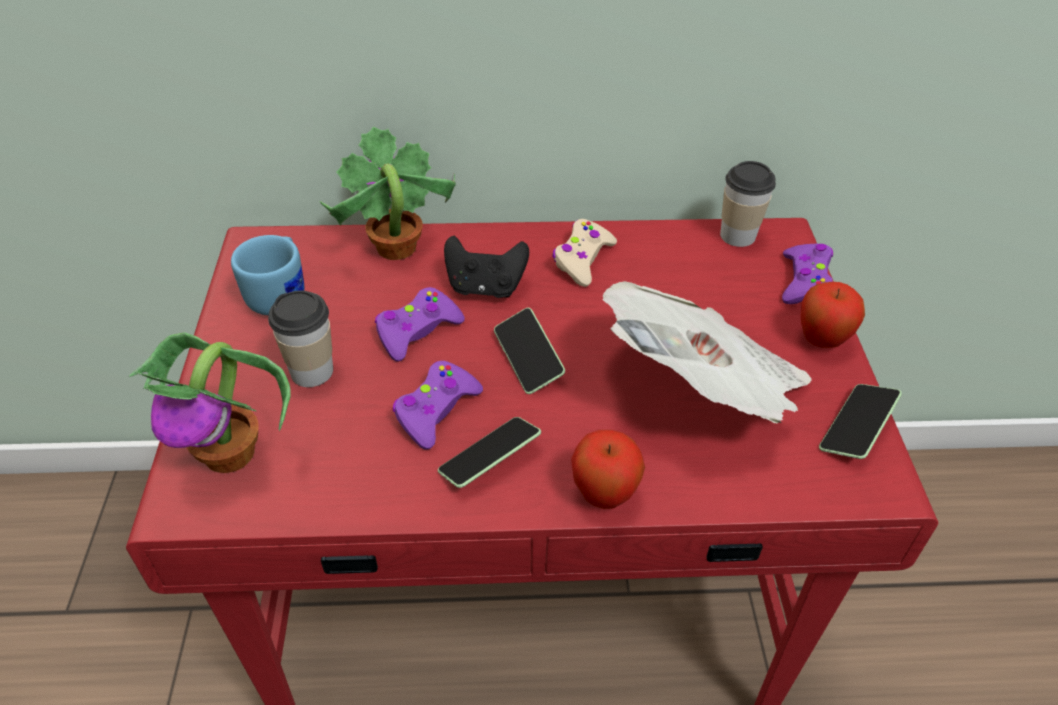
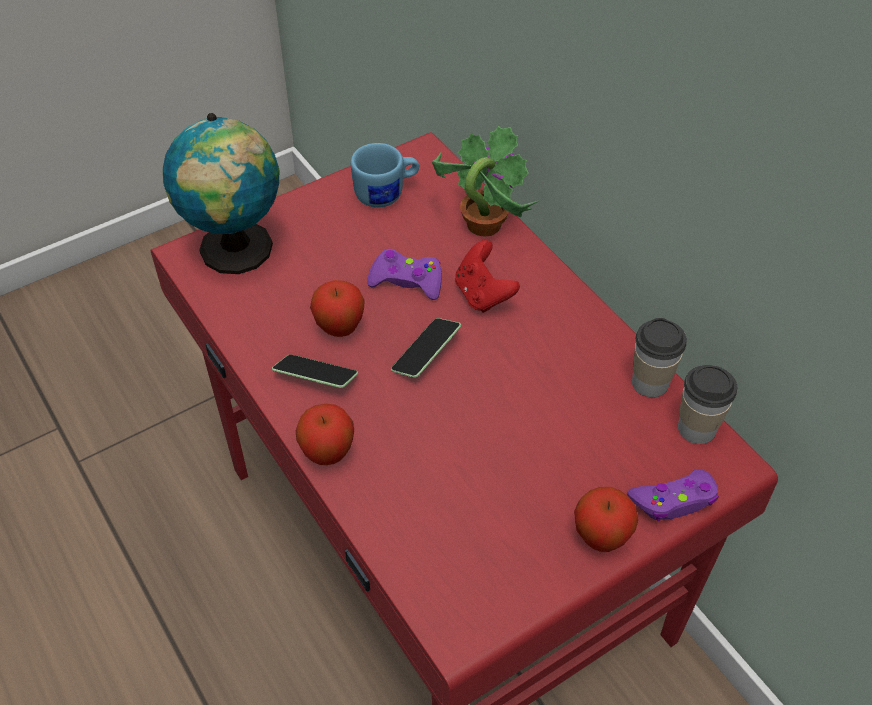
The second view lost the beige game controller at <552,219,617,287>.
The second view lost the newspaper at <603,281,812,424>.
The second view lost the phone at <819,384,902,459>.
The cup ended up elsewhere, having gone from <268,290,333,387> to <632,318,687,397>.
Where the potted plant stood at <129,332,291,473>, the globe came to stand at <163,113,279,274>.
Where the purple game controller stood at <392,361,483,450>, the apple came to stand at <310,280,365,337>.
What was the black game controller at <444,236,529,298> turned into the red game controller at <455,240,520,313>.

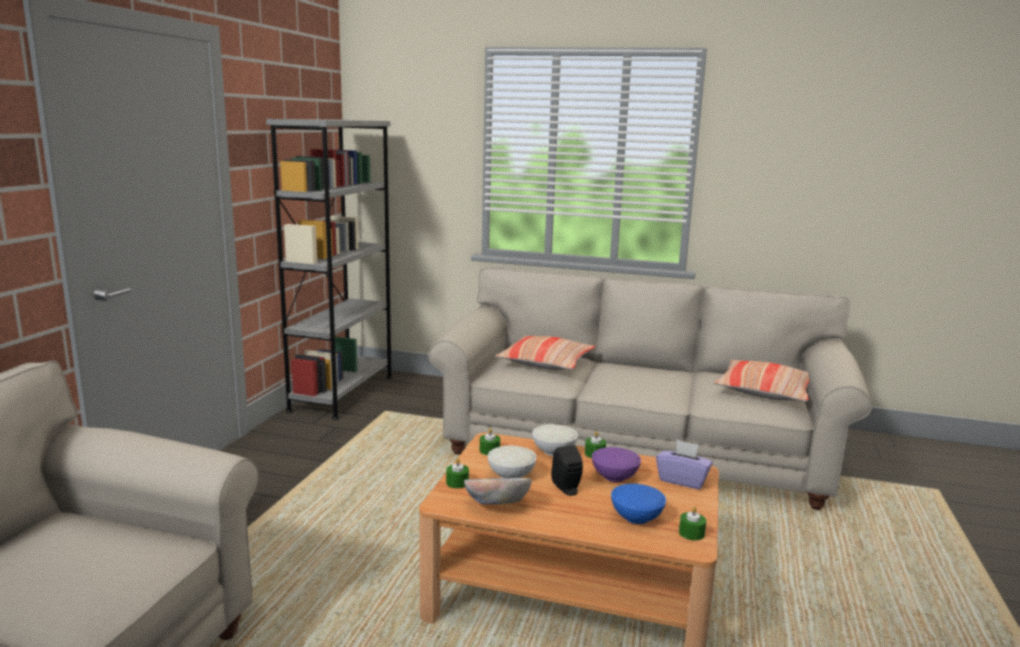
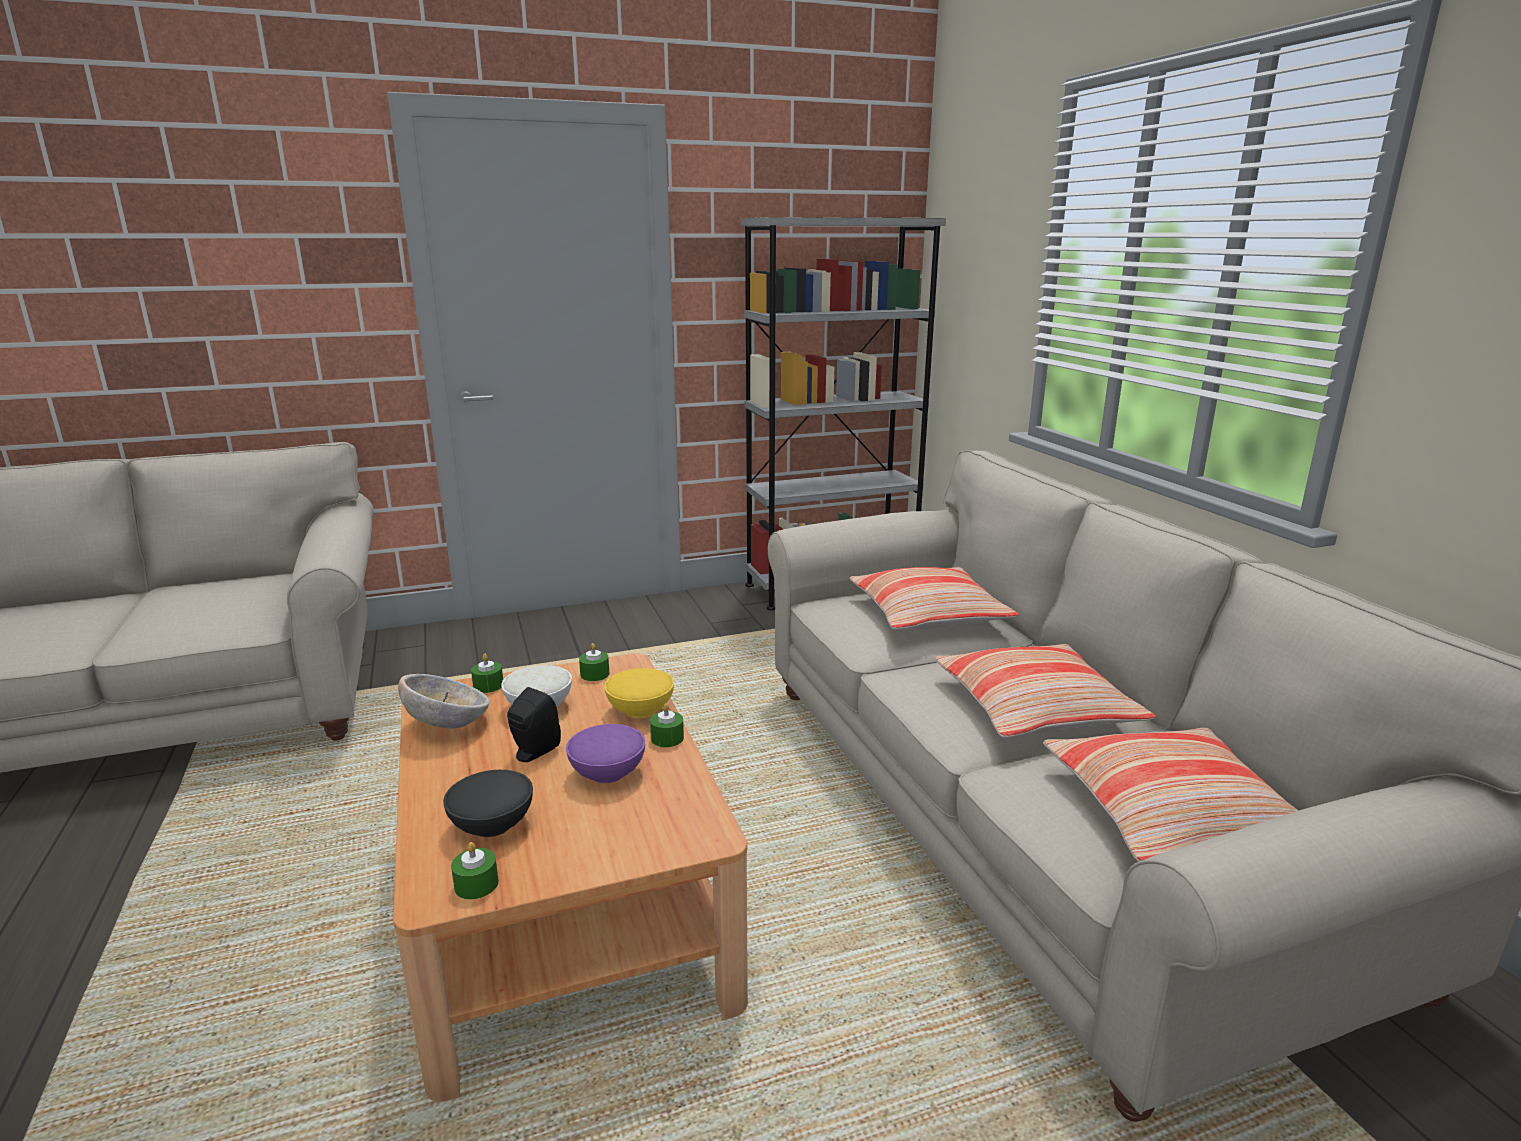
The second view lost the purple tissue box at <656,440,713,489>.
The second view gained the pillow at <934,644,1156,738>.
What was the white bowl at <532,424,578,456> turned into the yellow bowl at <604,668,674,718>.
What was the blue bowl at <611,484,666,524> turned into the black bowl at <443,770,533,837>.

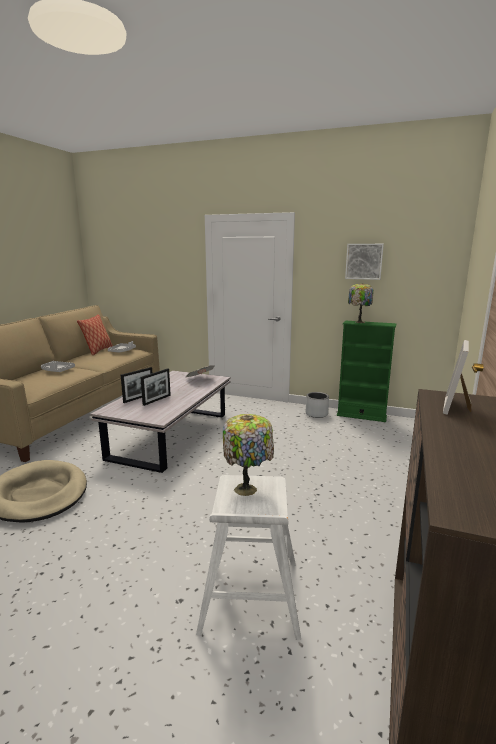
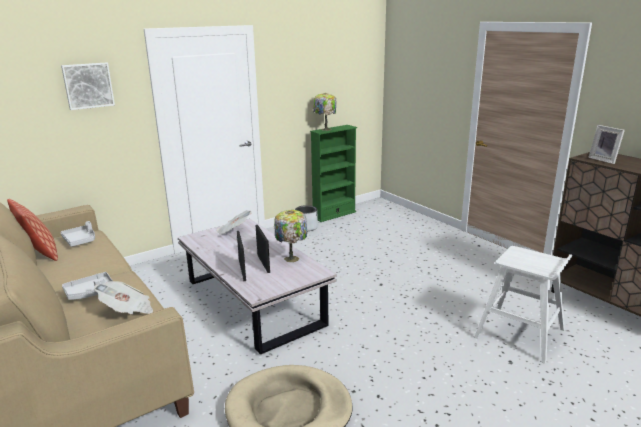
The second view gained the newspaper at <94,281,153,314>.
The table lamp ended up elsewhere, having gone from <223,414,274,496> to <274,210,307,262>.
The picture ended up elsewhere, having gone from <345,244,384,280> to <61,62,115,110>.

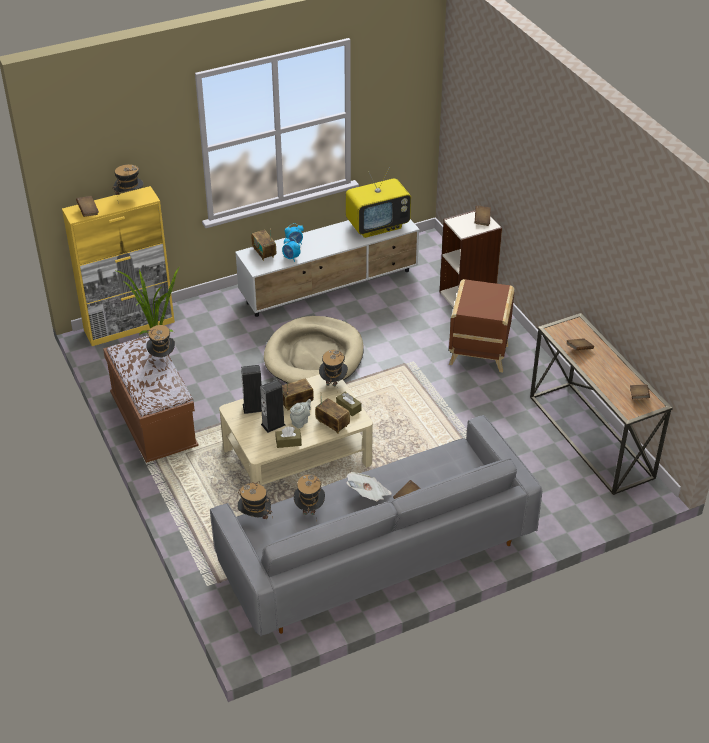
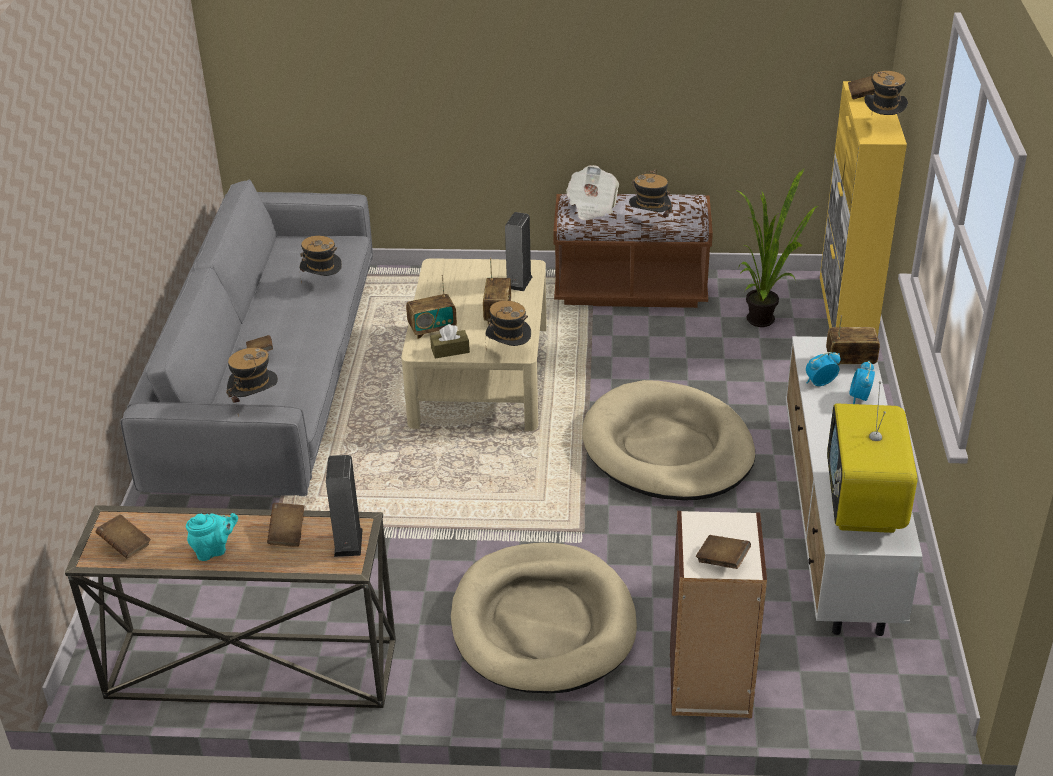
The second view lost the brown tissue box at <275,426,302,448>.
The second view lost the grey teapot at <290,399,311,428>.
The second view gained the turquoise teapot at <186,513,238,561>.
The hat ended up elsewhere, having gone from <238,481,272,519> to <226,348,278,417>.
The speaker ended up elsewhere, having gone from <260,380,285,433> to <326,455,363,557>.
The newspaper ended up elsewhere, having gone from <346,472,392,501> to <566,165,619,220>.
Where the brown side table stood at <449,279,515,373>, the beige dog bed came to stand at <451,543,637,693>.

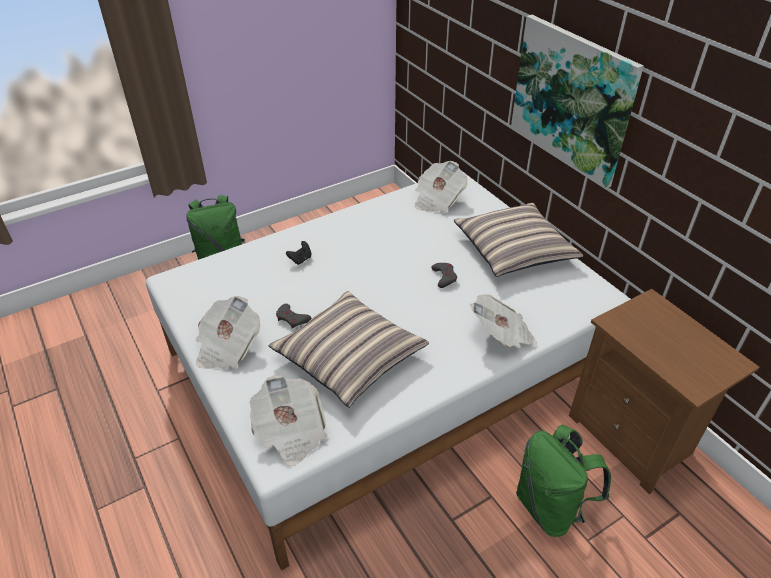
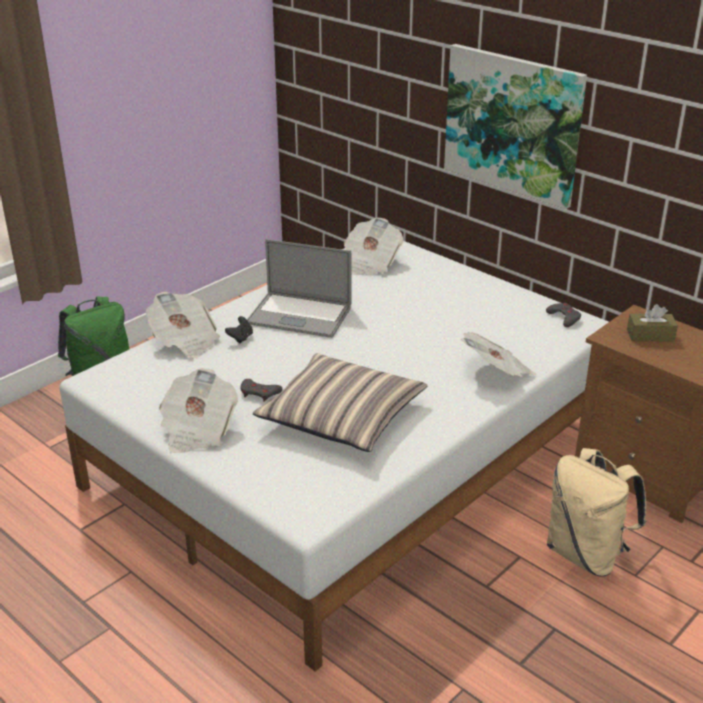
The second view lost the pillow at <454,203,583,277>.
The second view gained the laptop at <247,239,351,338>.
The second view gained the brown tissue box at <627,304,678,342>.
The newspaper ended up elsewhere, having gone from <249,374,328,466> to <146,292,220,359>.
The grey game controller ended up elsewhere, having gone from <431,263,457,288> to <546,303,581,327>.
What was the green backpack at <516,425,611,537> turned into the beige backpack at <547,448,646,576>.

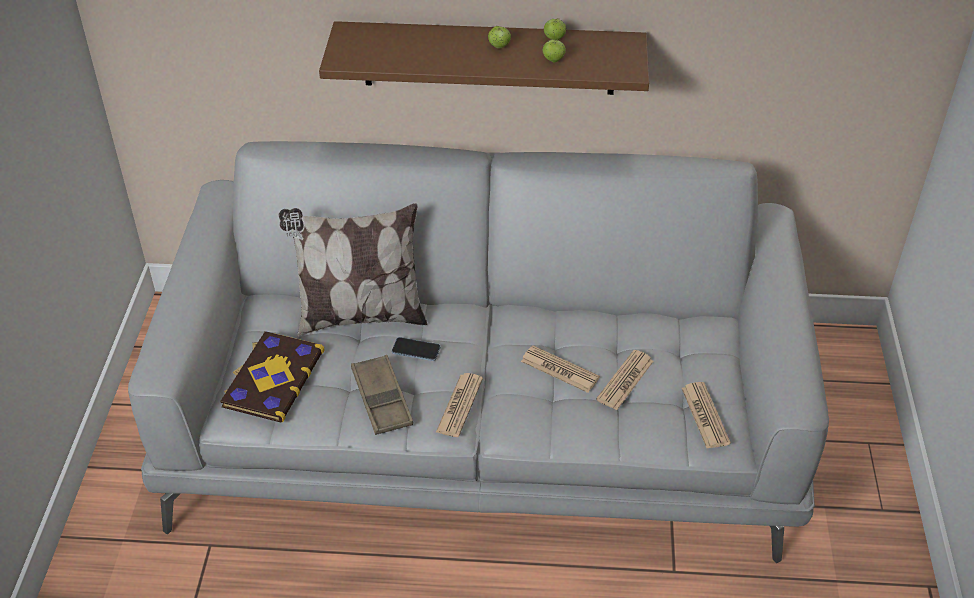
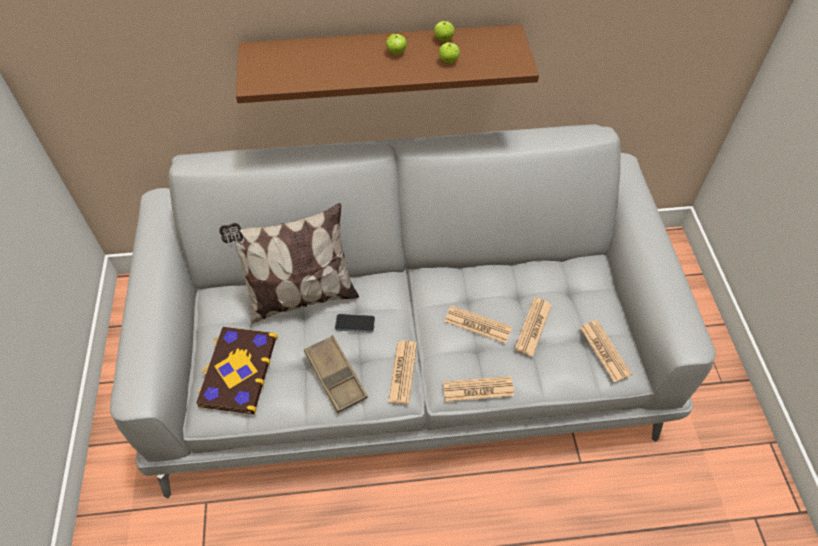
The second view gained the newspaper at <443,376,514,402>.

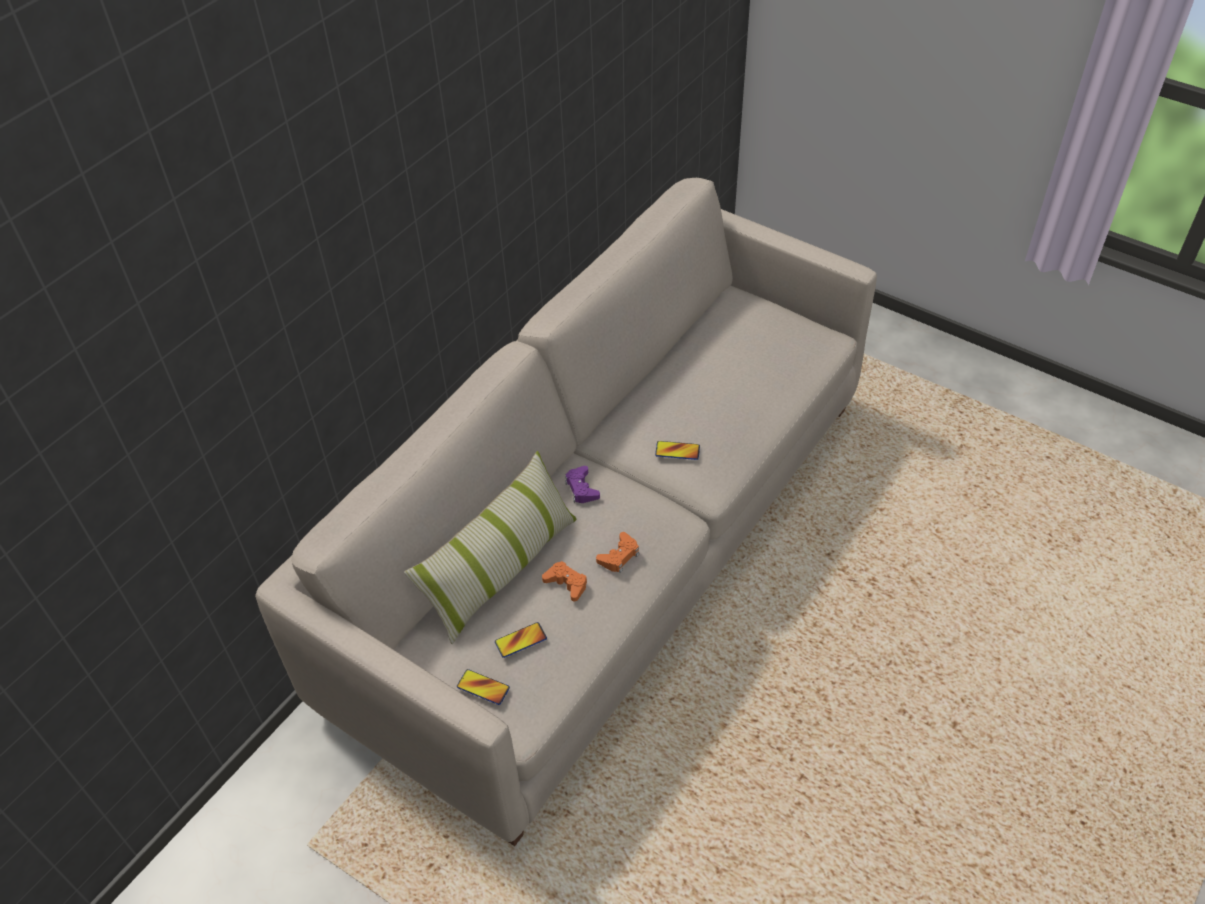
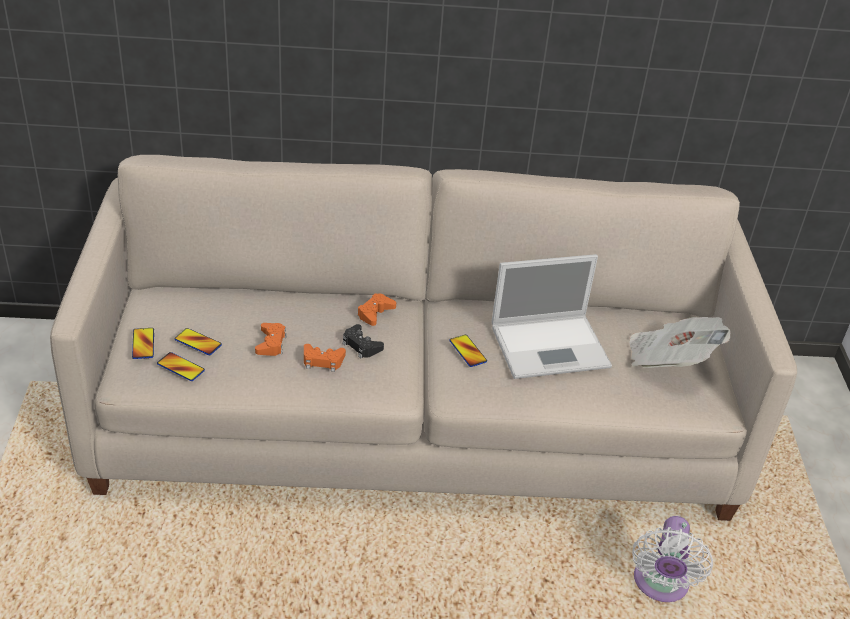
The second view lost the pillow at <404,451,576,644>.
The second view gained the phone at <157,352,205,381>.
The second view gained the black game controller at <342,324,384,358>.
The second view gained the laptop at <492,254,612,379>.
The second view gained the newspaper at <629,317,731,368>.
The second view gained the white fan at <632,516,713,602>.
What was the purple game controller at <565,466,600,503> turned into the orange game controller at <357,293,396,326>.

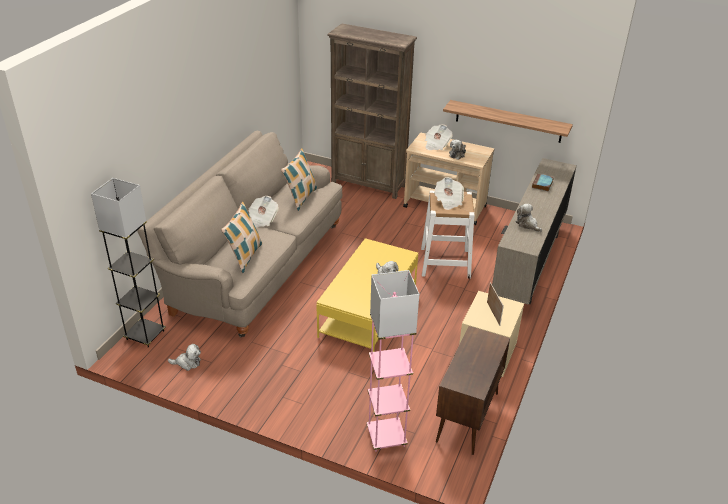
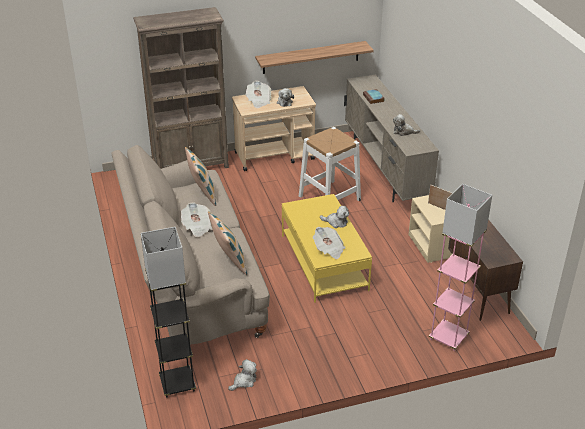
The newspaper ended up elsewhere, having gone from <434,177,464,210> to <313,227,346,259>.

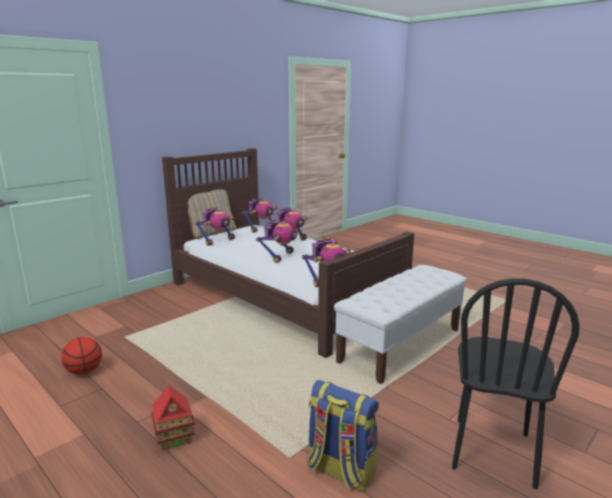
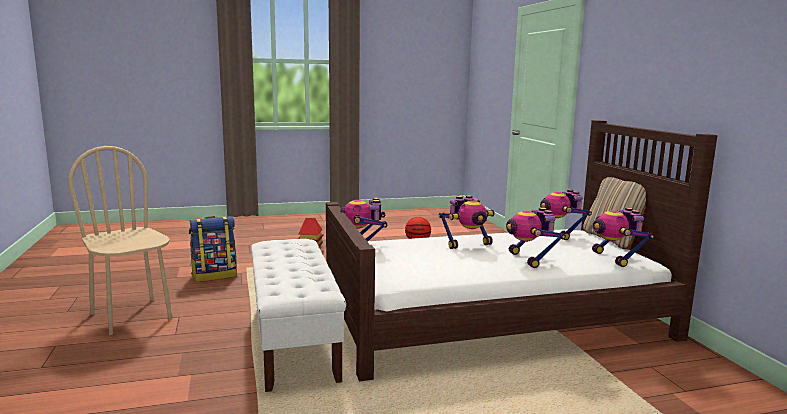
What was the black chair at <452,278,580,489> turned into the beige chair at <68,146,172,335>.
The toy robot at <256,219,297,263> ended up facing another way, 75 degrees counterclockwise from before.

